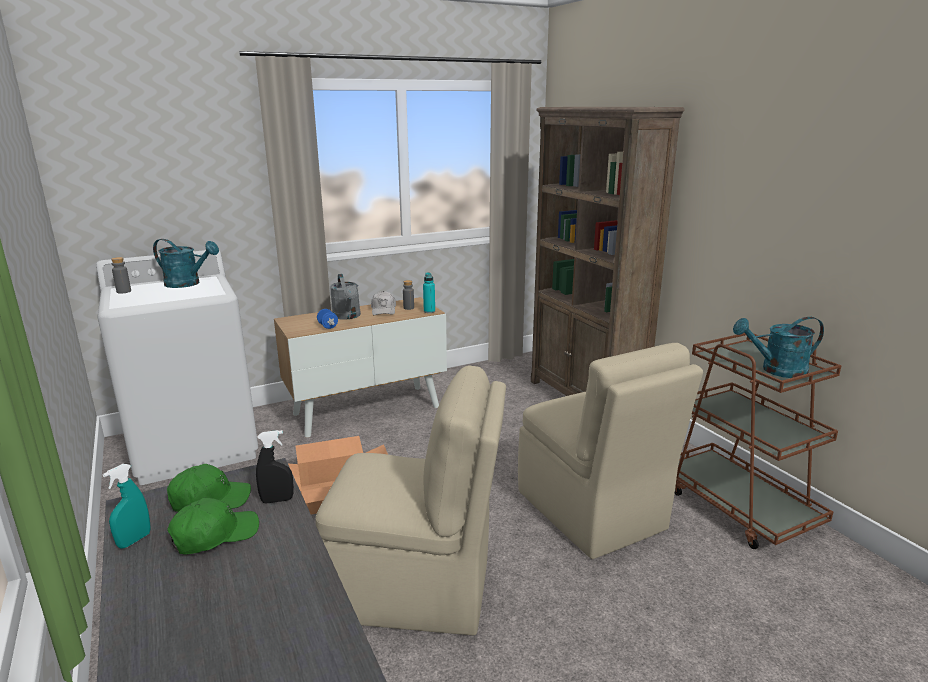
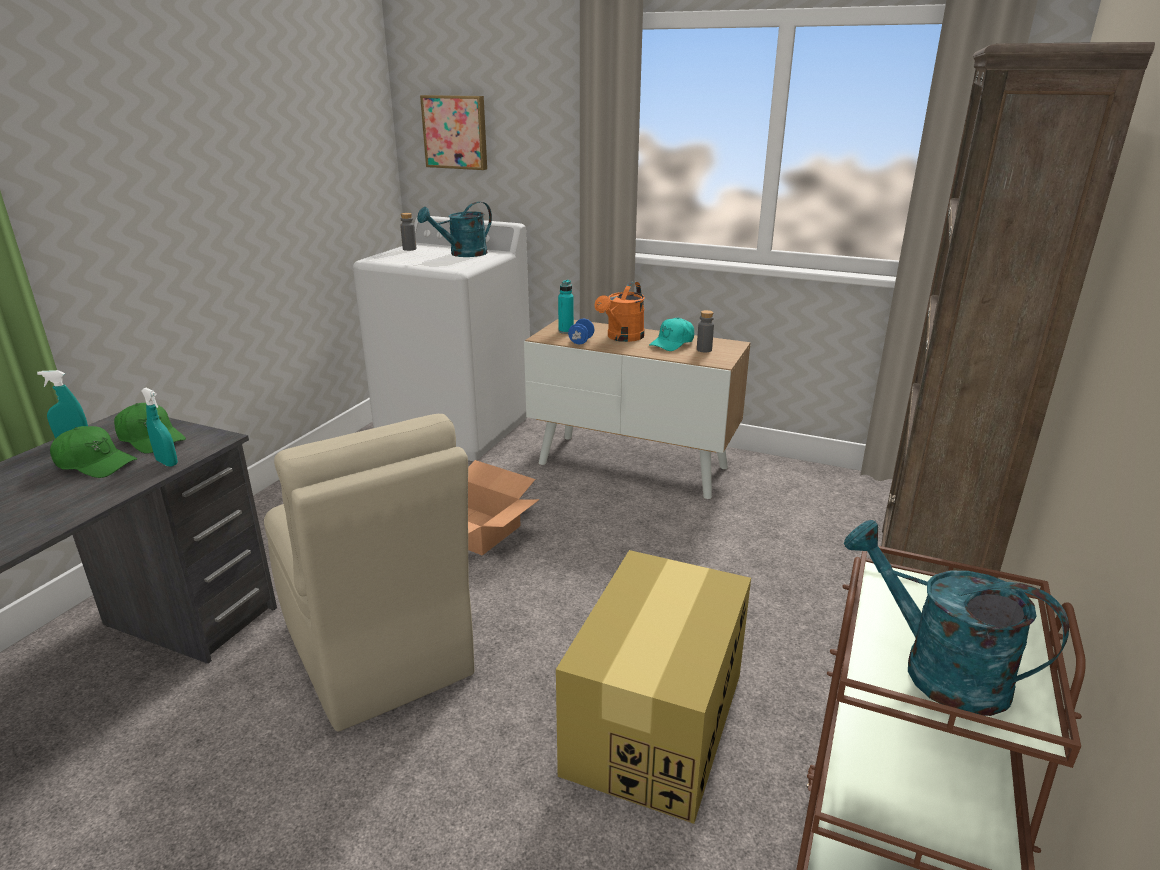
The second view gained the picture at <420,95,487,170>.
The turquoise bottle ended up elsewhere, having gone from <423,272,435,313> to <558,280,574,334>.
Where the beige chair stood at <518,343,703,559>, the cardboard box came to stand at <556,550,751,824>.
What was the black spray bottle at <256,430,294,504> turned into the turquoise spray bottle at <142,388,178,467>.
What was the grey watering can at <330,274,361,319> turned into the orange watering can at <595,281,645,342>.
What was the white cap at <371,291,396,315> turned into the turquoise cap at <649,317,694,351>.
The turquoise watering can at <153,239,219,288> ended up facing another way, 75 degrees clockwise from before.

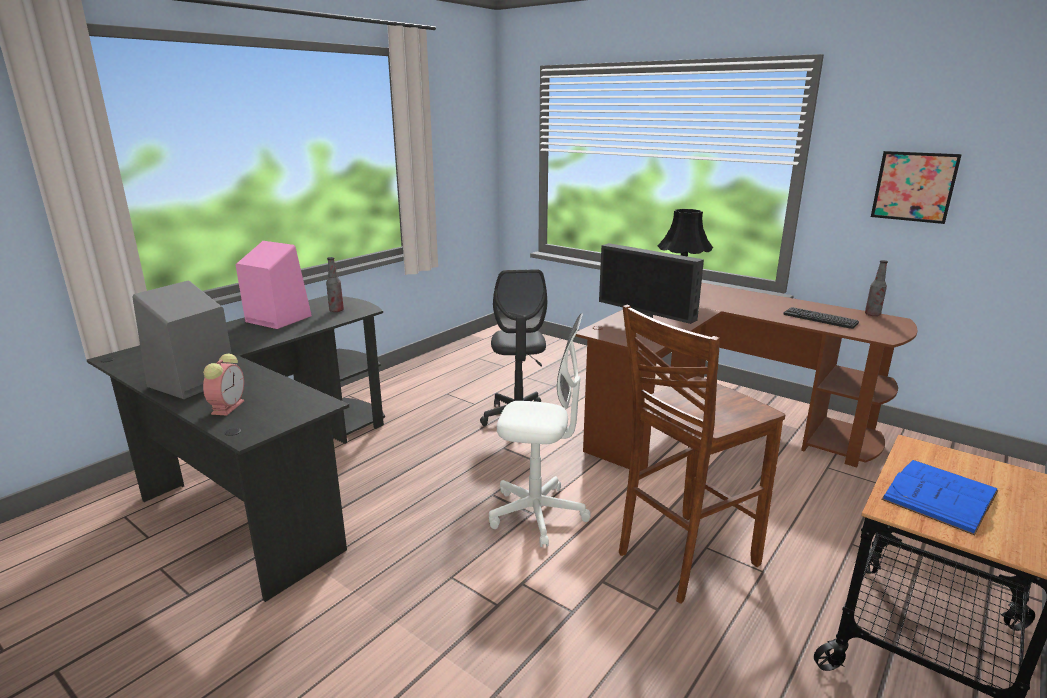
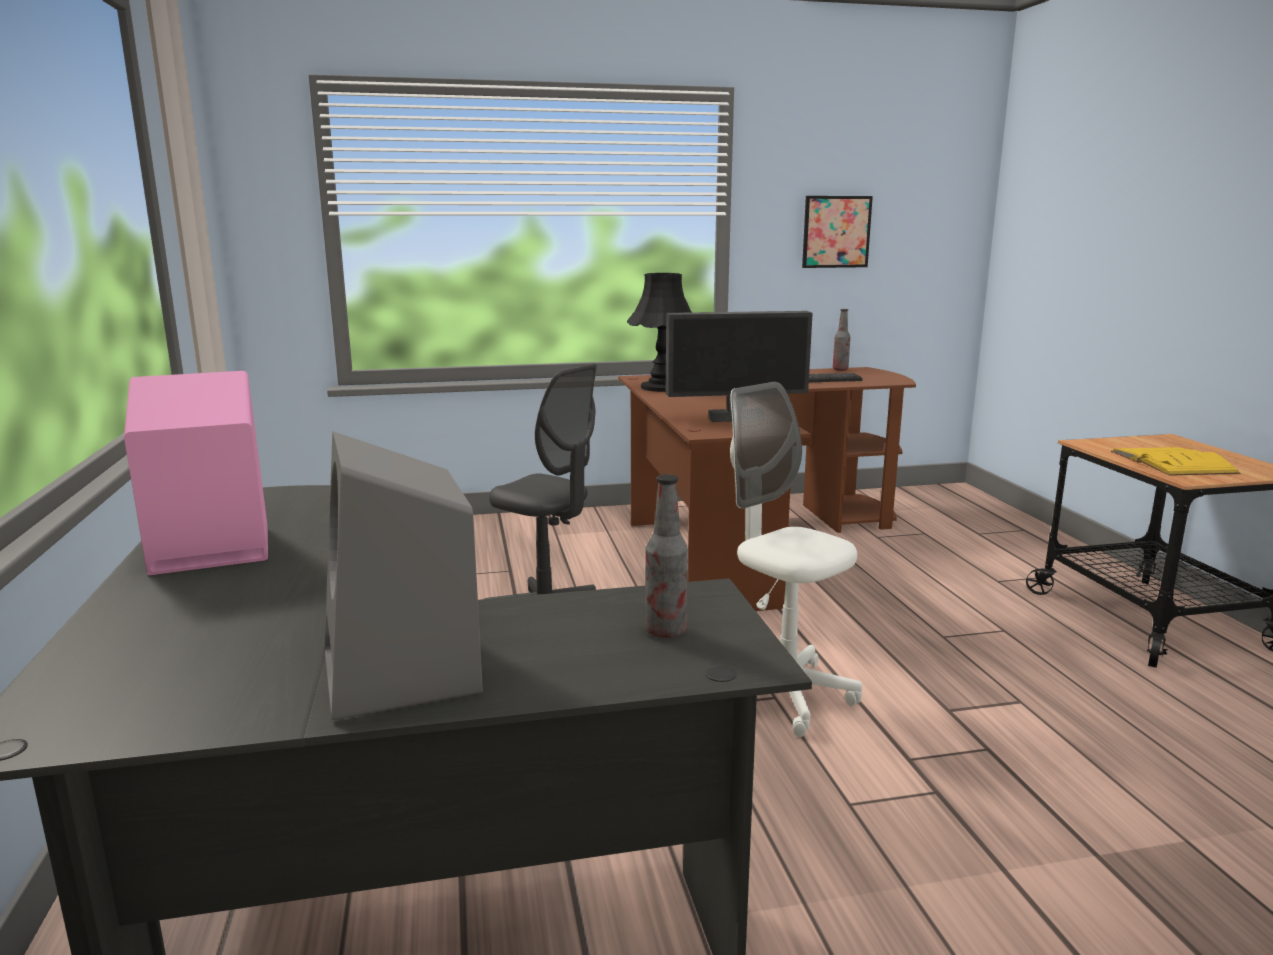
The second view lost the alarm clock at <203,354,244,416>.
The second view lost the brown stool at <619,305,785,604>.
The bottle ended up elsewhere, having gone from <326,257,344,312> to <645,474,688,638>.
What was the blue book at <881,460,998,536> turned into the yellow book at <1111,447,1241,476>.
The white office chair at <489,313,591,547> ended up facing another way, 90 degrees counterclockwise from before.

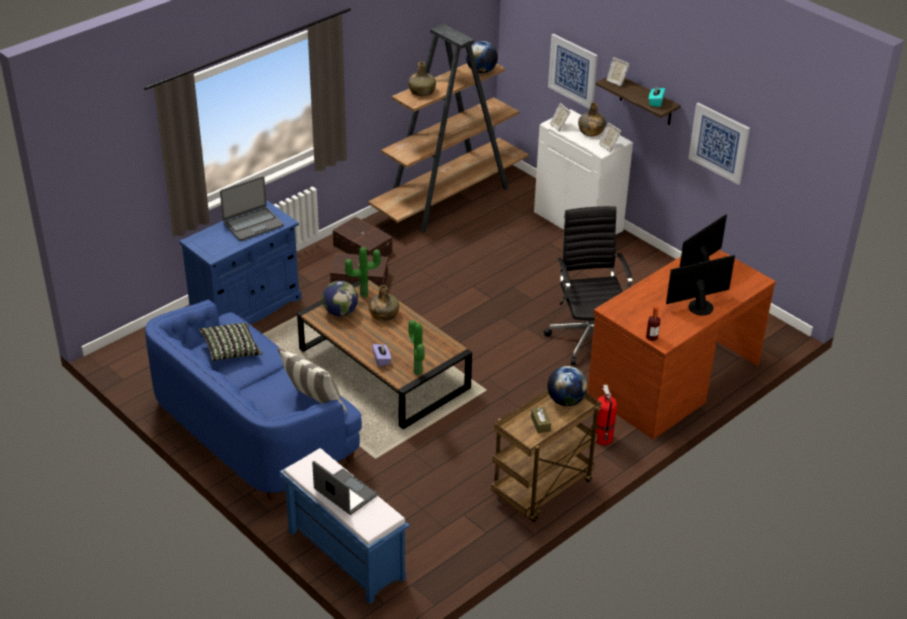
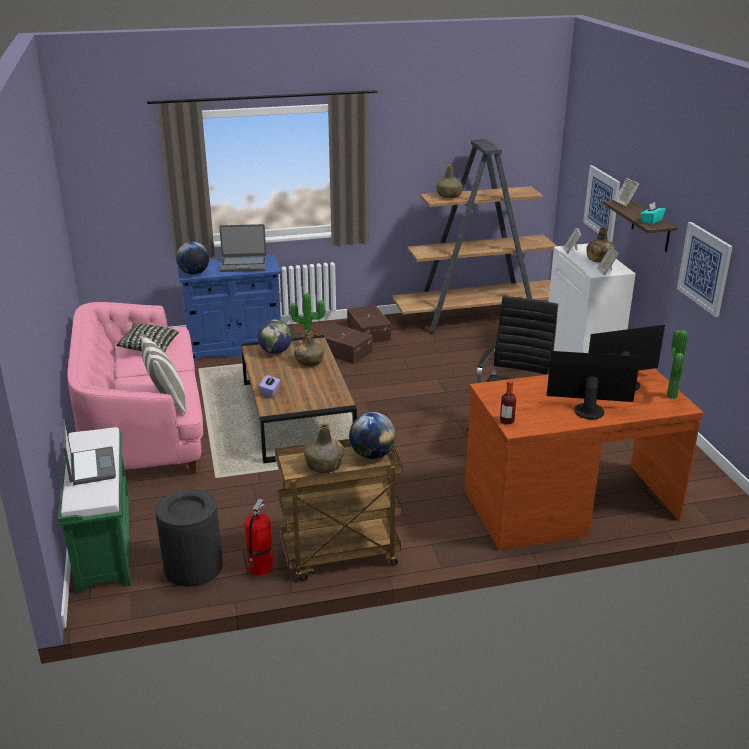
The second view gained the black trash can at <155,489,223,587>.
The potted plant ended up elsewhere, having gone from <408,320,425,375> to <667,330,688,399>.
The globe ended up elsewhere, having gone from <466,41,498,73> to <176,242,209,275>.
The fire extinguisher ended up elsewhere, having gone from <596,385,617,445> to <244,499,273,575>.
Where the brown tissue box stood at <531,407,551,433>, the green bottle came to stand at <304,423,345,473>.
What was the blue sofa at <145,299,362,500> turned into the pink sofa at <67,302,203,474>.
What was the blue bench at <280,448,410,604> turned into the green bench at <58,427,131,593>.

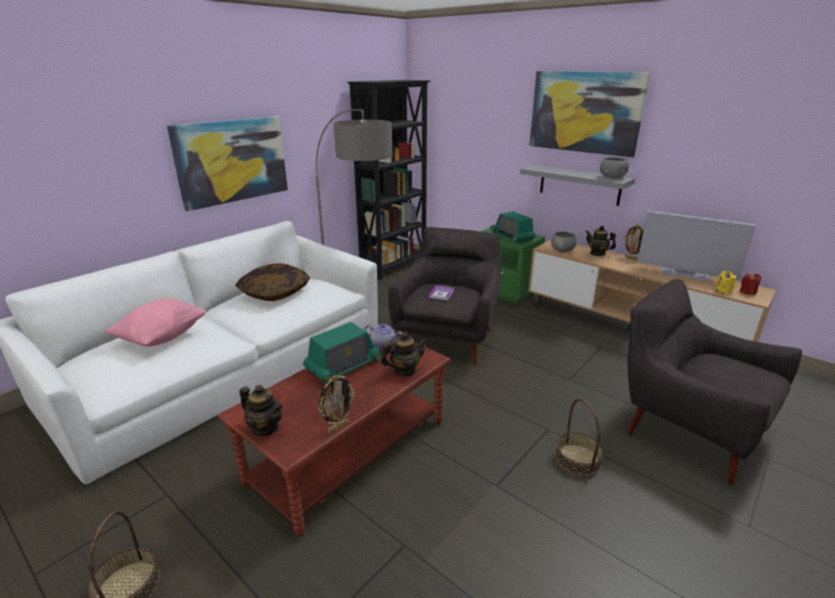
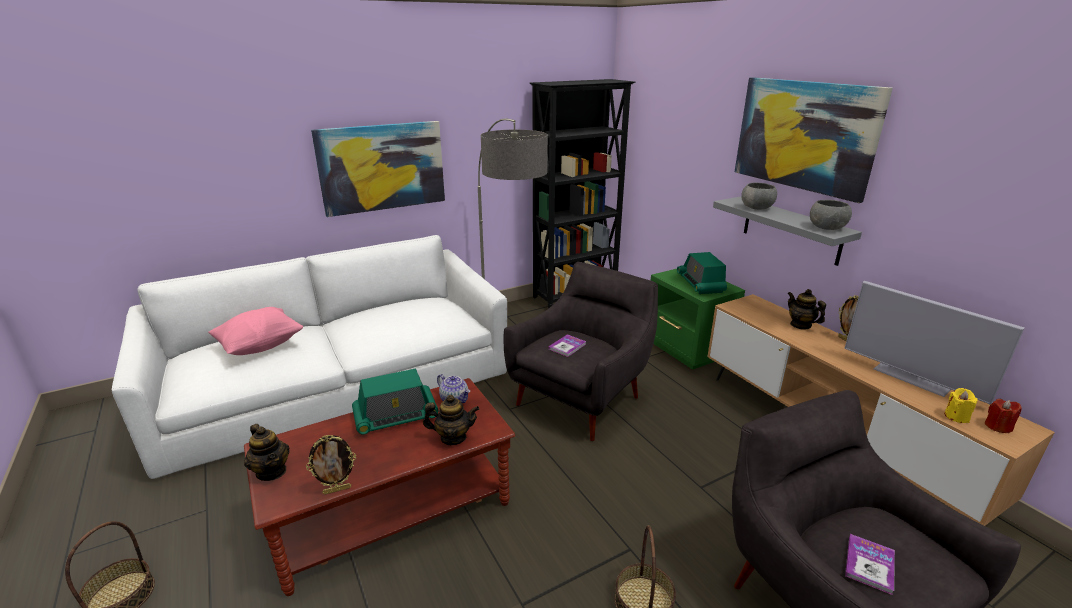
The second view lost the pillow at <235,263,310,301>.
The second view gained the book at <845,534,895,595>.
The grey bowl ended up elsewhere, having gone from <551,232,577,252> to <741,183,777,210>.

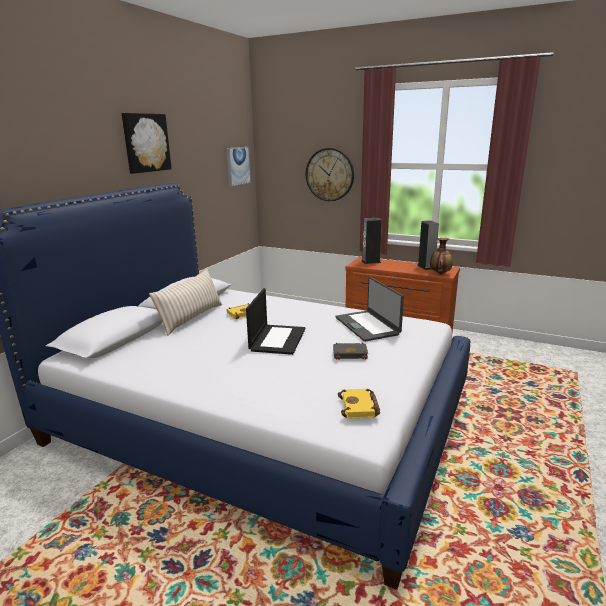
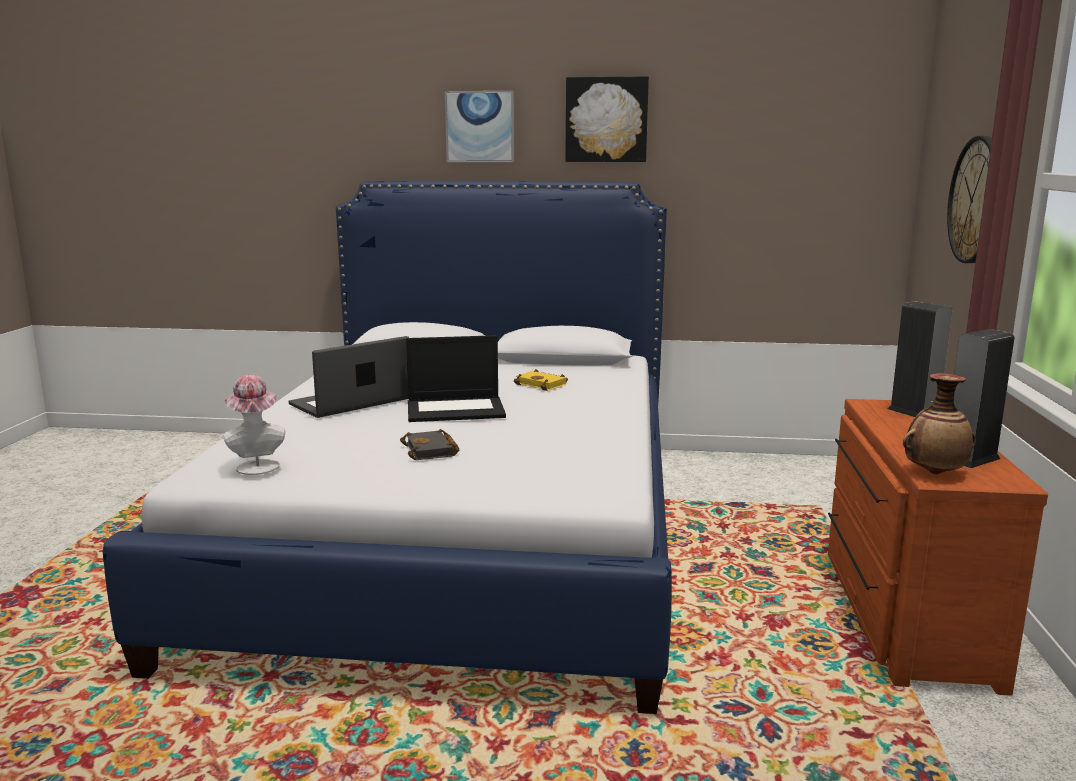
The second view lost the beige pillow at <149,269,222,336>.
The picture ended up elsewhere, having gone from <227,147,251,186> to <445,91,514,163>.
The laptop ended up elsewhere, having gone from <335,277,404,342> to <289,336,409,418>.
Where the yellow book stood at <338,389,380,419>, the hat came to stand at <223,375,286,475>.

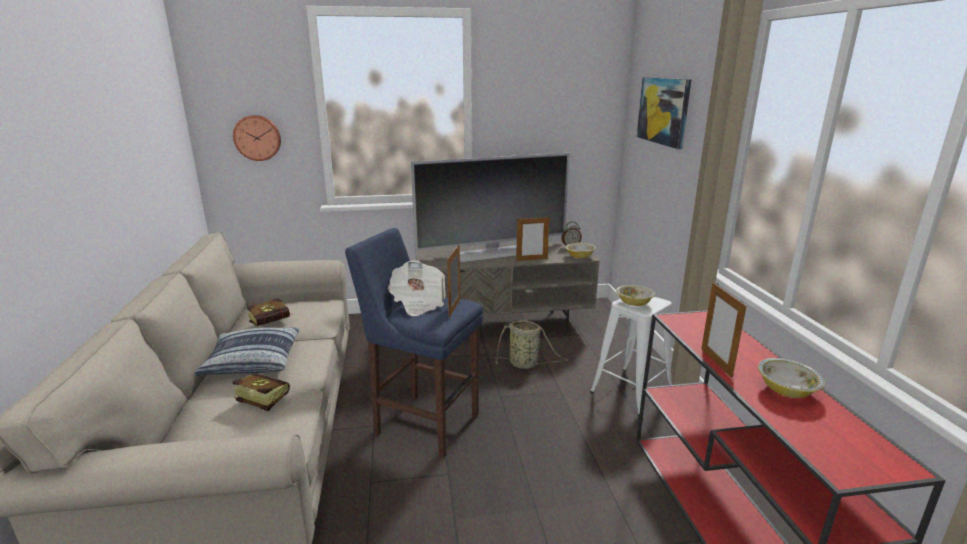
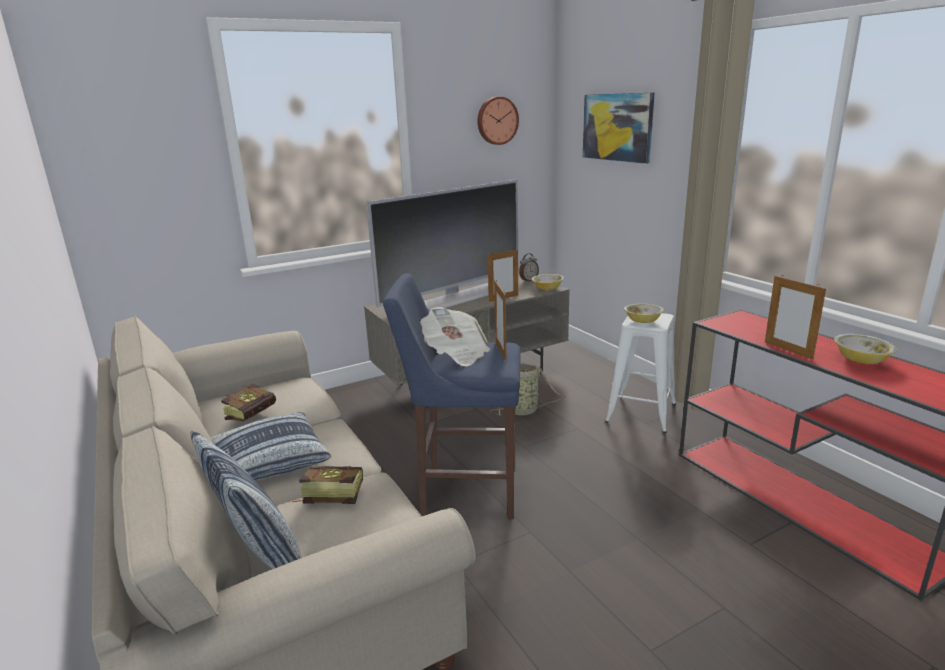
The second view gained the pillow at <191,431,302,569>.
The wall clock ended up elsewhere, having gone from <233,115,281,161> to <477,97,519,145>.

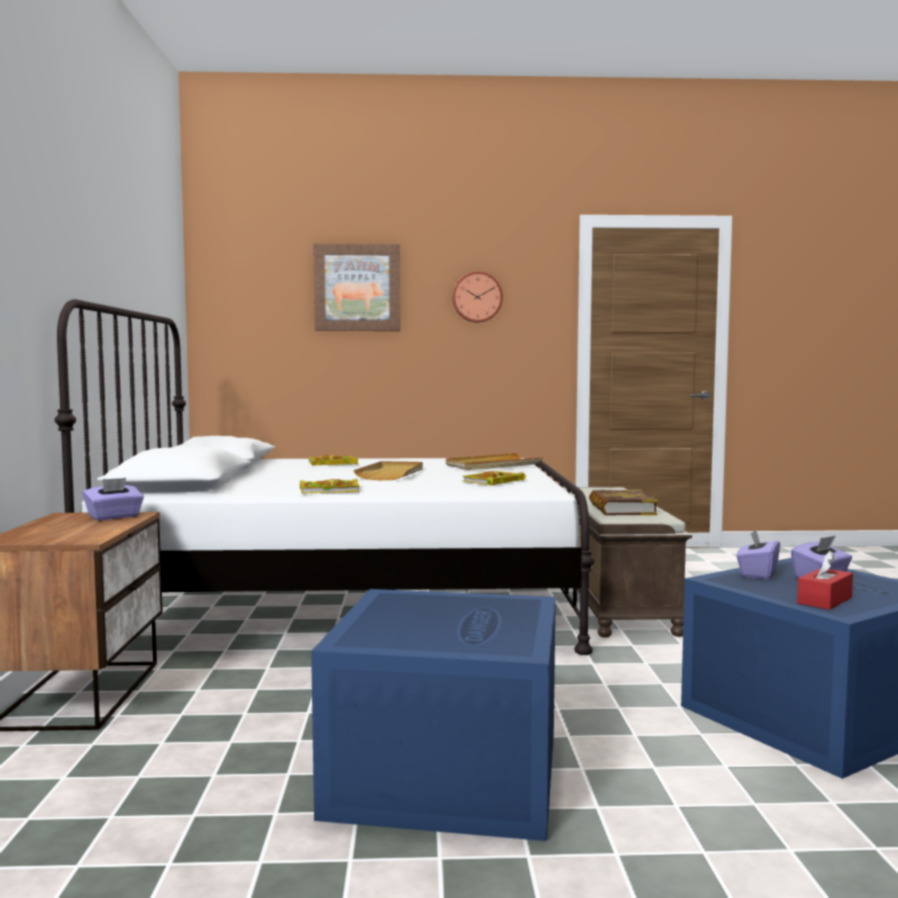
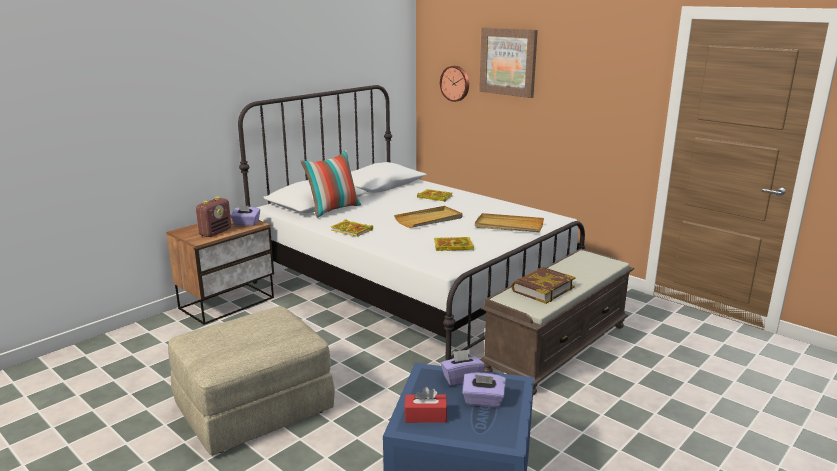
The second view gained the radio at <196,197,231,237>.
The second view gained the pillow at <301,150,361,218>.
The wall clock ended up elsewhere, having gone from <453,272,503,323> to <440,66,469,102>.
Where the blue storage box stood at <311,589,556,841>, the beige ottoman came to stand at <168,306,335,456>.

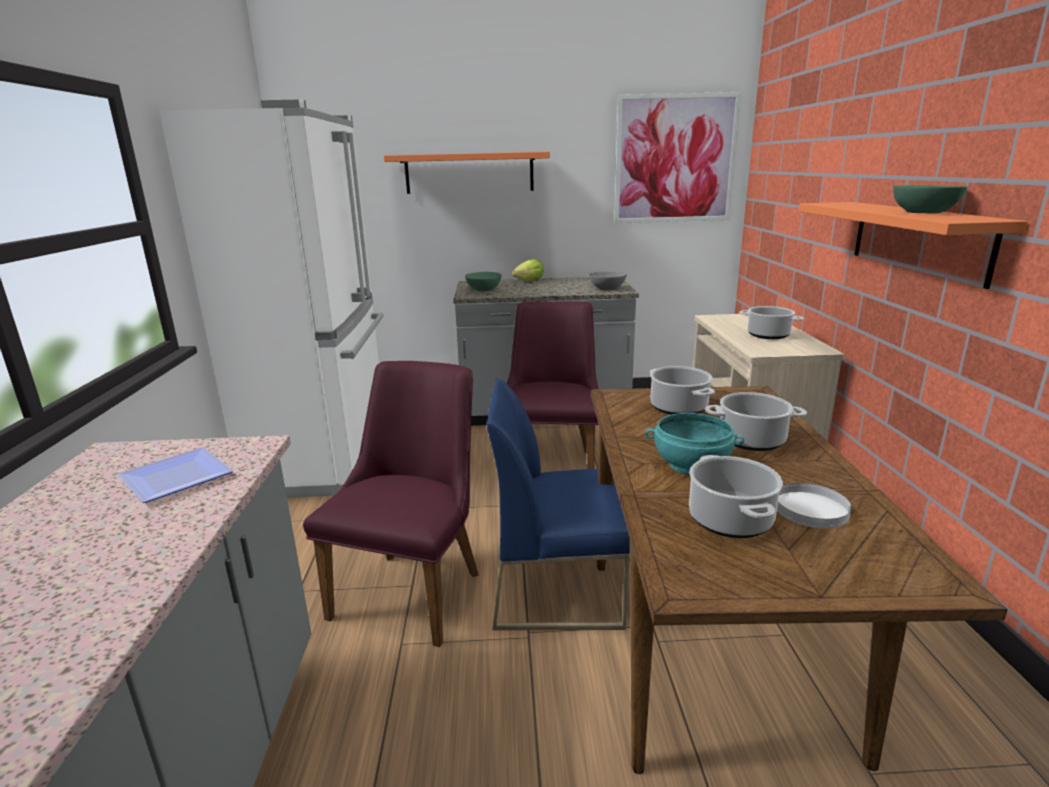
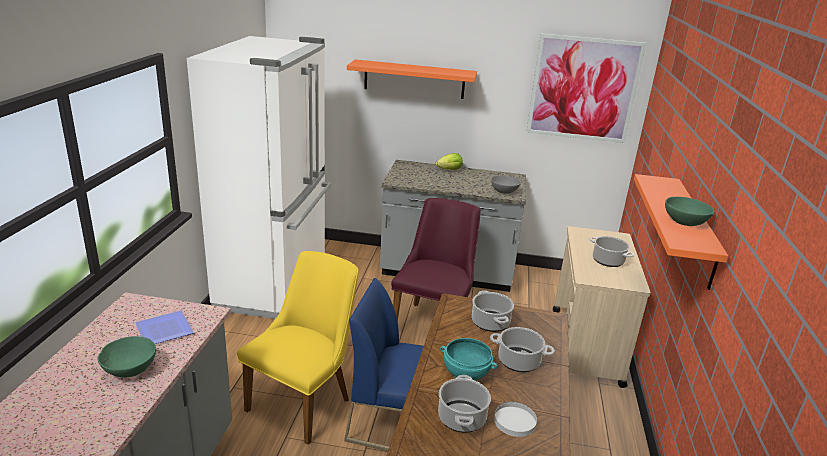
The green bowl ended up elsewhere, having gone from <465,272,502,291> to <98,336,156,377>.
What was the purple chair at <303,361,478,647> turned into the yellow chair at <237,251,359,445>.

